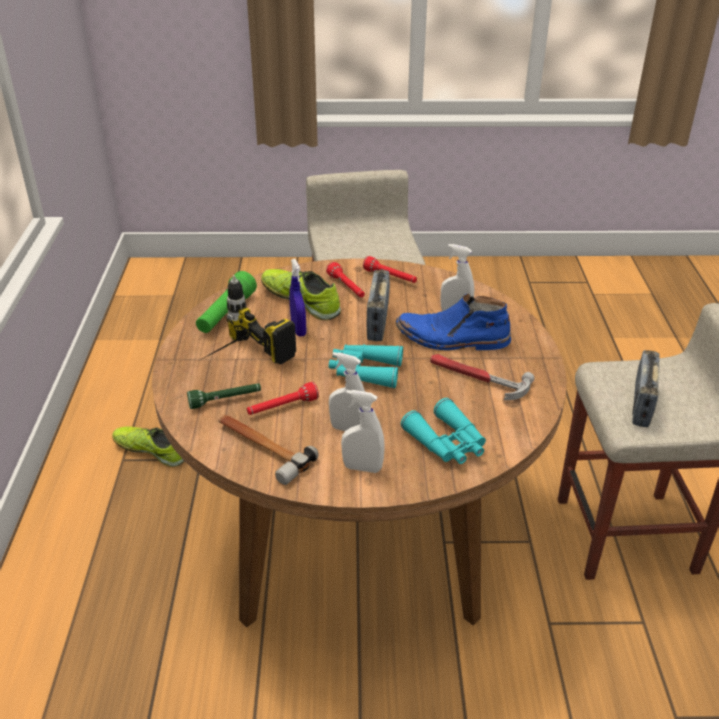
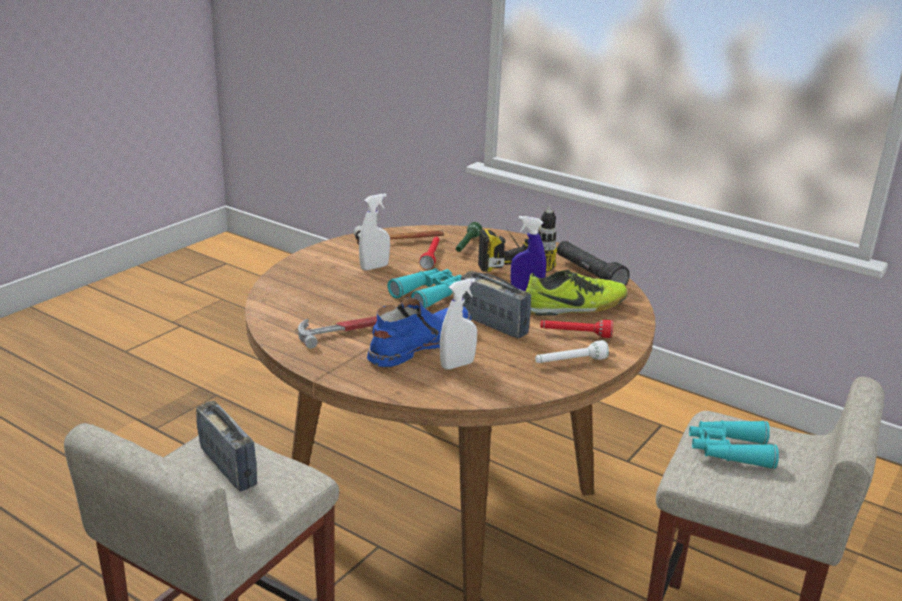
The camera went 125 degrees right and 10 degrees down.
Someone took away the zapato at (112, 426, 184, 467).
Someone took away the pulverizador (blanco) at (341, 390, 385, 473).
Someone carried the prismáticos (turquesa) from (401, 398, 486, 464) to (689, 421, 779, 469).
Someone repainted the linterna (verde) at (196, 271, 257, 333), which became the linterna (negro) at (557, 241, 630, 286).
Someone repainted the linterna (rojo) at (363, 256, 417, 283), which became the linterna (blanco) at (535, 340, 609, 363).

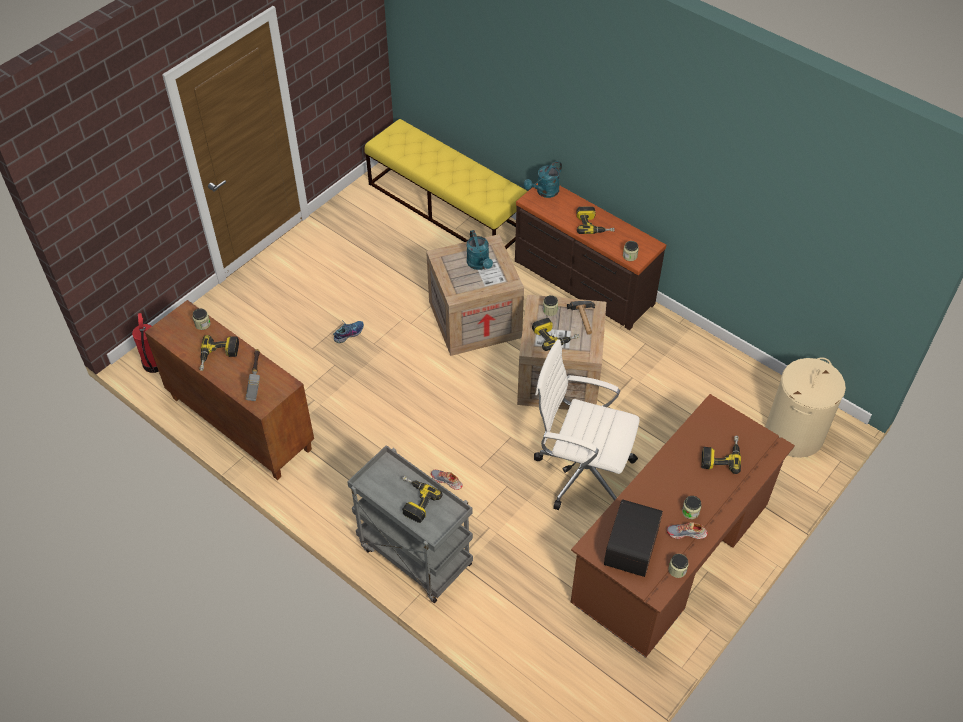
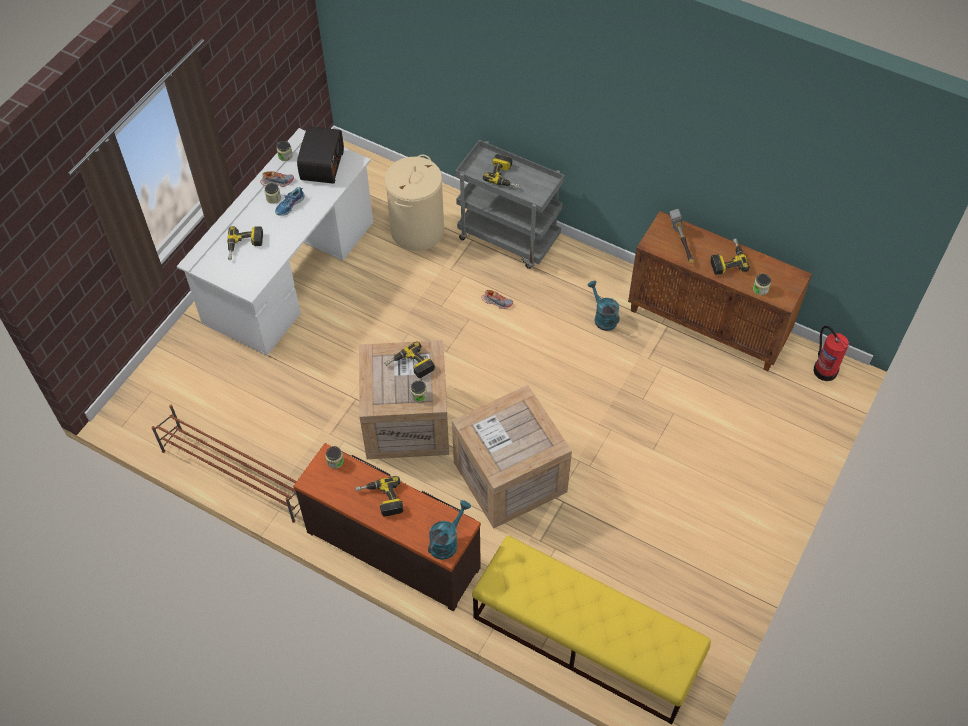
The camera went 170 degrees right and 5 degrees up.
Someone took away the silla de oficina (blanco) at (534, 339, 640, 510).
Someone took away the martillo at (567, 301, 595, 335).
Someone put down the zapatero (marrón) at (152, 405, 300, 523).
Someone carried the zapato from (333, 321, 364, 343) to (275, 187, 305, 216).
Someone carried the regadera (turquesa) from (467, 230, 493, 270) to (587, 281, 620, 331).
Someone carried the cesto de la ropa (beis) from (765, 357, 846, 458) to (385, 155, 444, 251).
Someone repainted the escritorio (marrón) at (571, 394, 795, 658), which became the escritorio (blanco) at (177, 128, 373, 356).

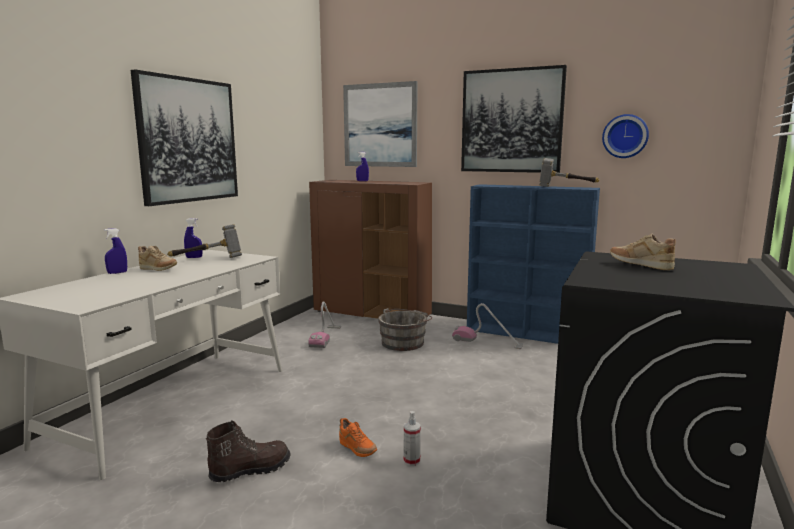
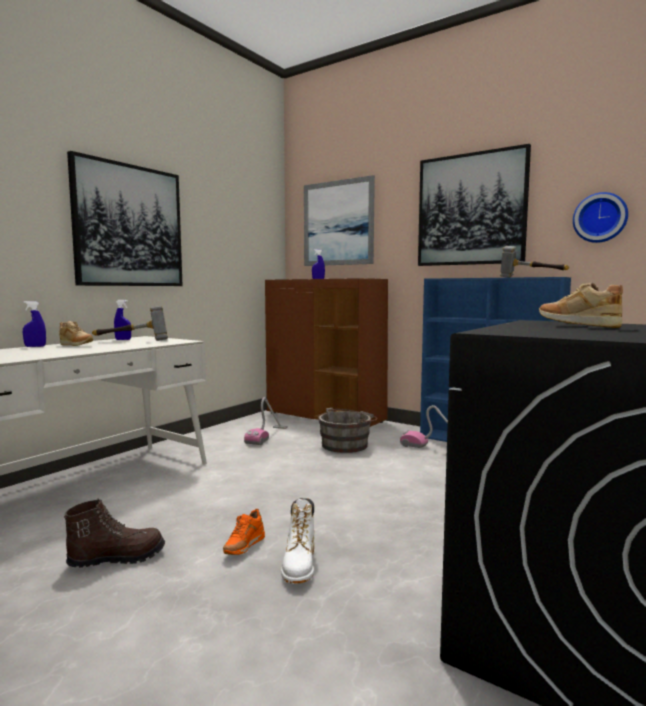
The camera went 10 degrees right and 5 degrees down.
Someone swapped the pulverizador at (404, 411, 421, 466) for the bota (blanco) at (281, 498, 314, 584).
Someone rotated the zapato (naranja) at (339, 418, 377, 457) by 60 degrees clockwise.

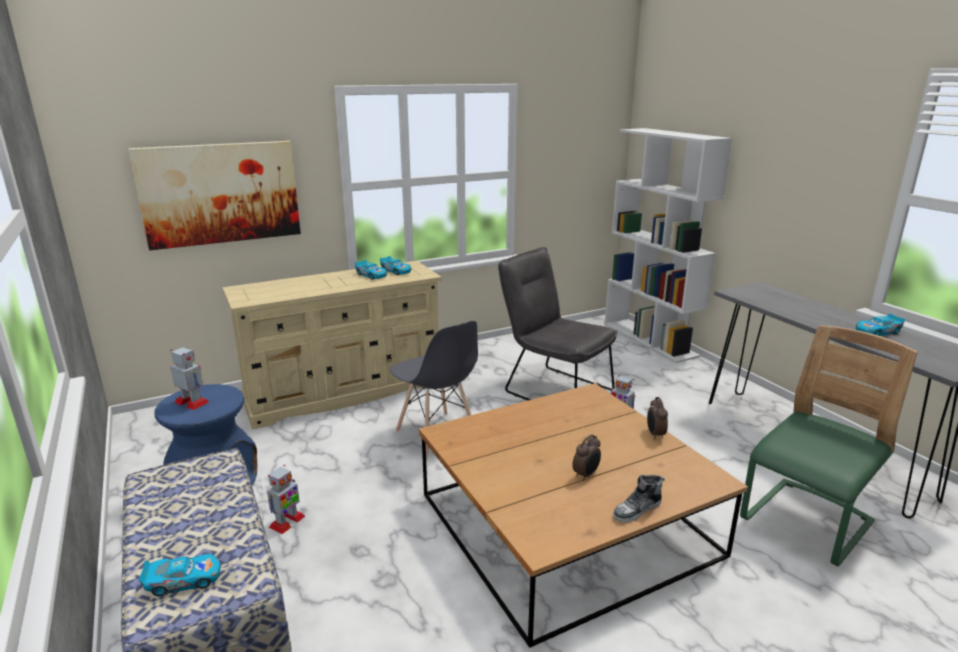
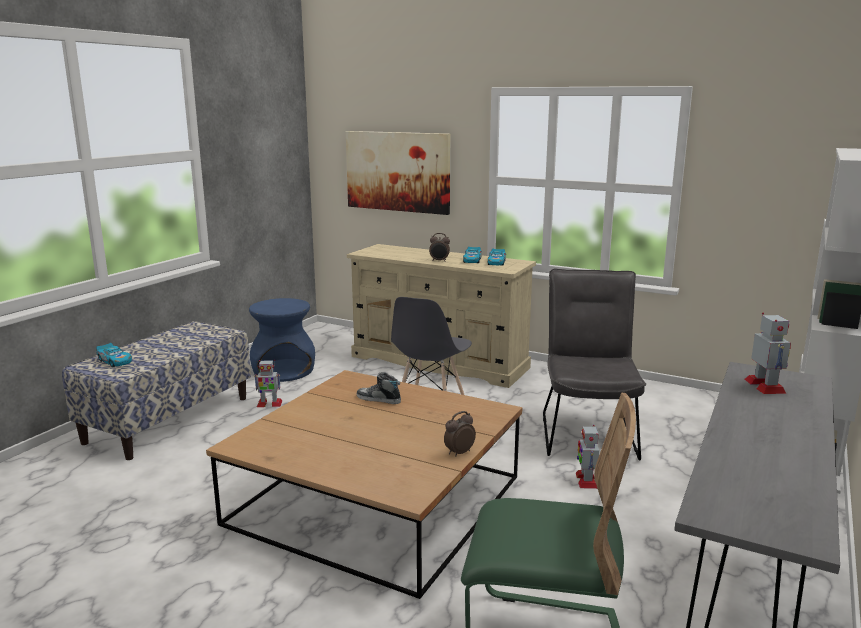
The camera went 55 degrees right and 5 degrees down.
Someone took away the coche de juguete at (856, 314, 905, 336).
Someone carried the robot de juguete from (170, 347, 209, 410) to (745, 312, 791, 394).
Someone carried the despertador from (572, 434, 601, 481) to (429, 233, 450, 262).
Someone carried the zapato from (613, 475, 664, 523) to (357, 372, 401, 404).

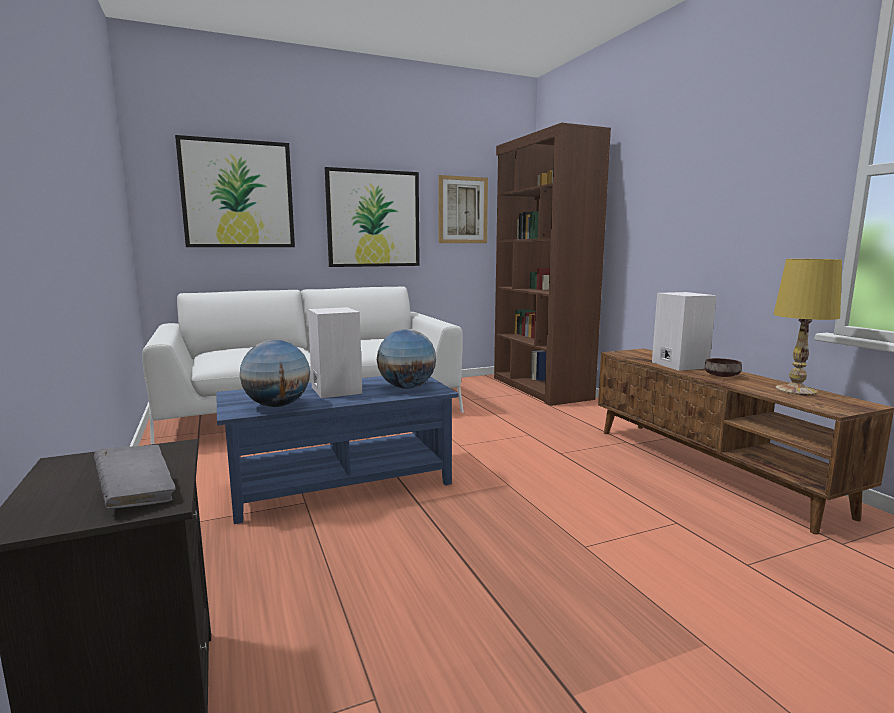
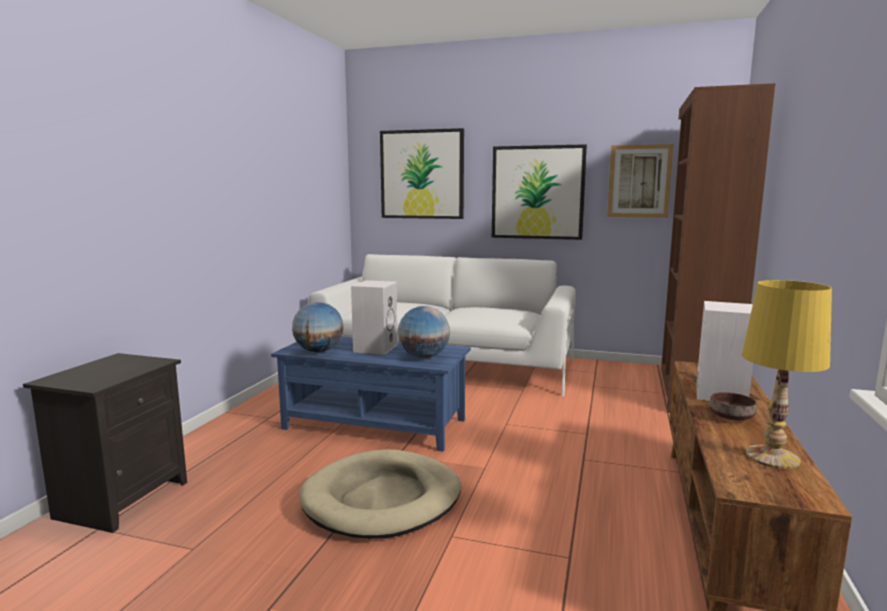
The camera went 40 degrees right and 0 degrees up.
Someone took away the libro (gris) at (94, 445, 176, 509).
Someone put down the cama para perro (beis) at (300, 449, 461, 539).

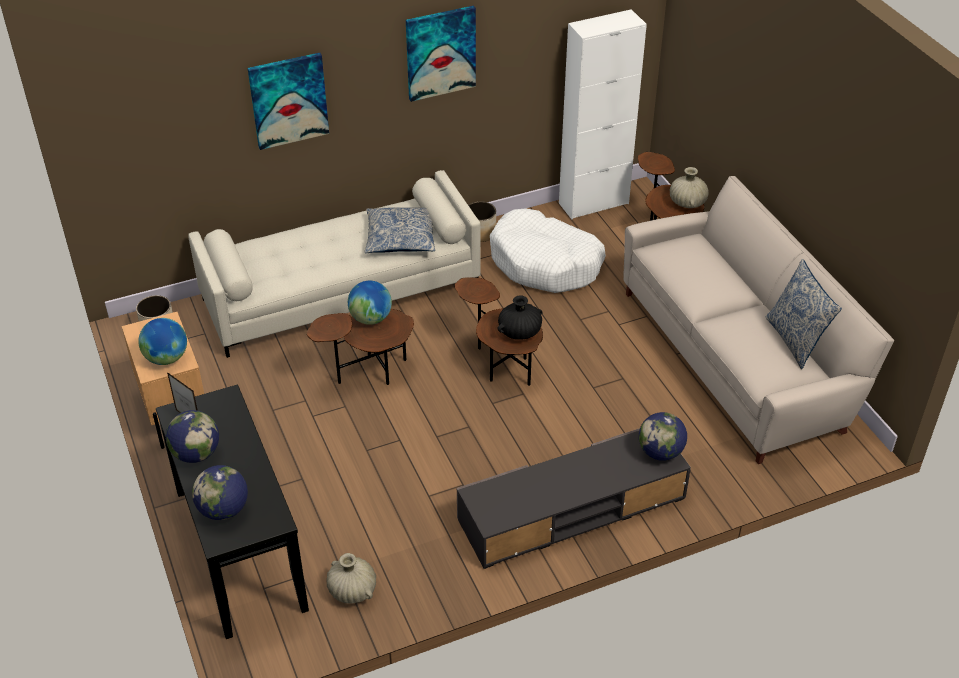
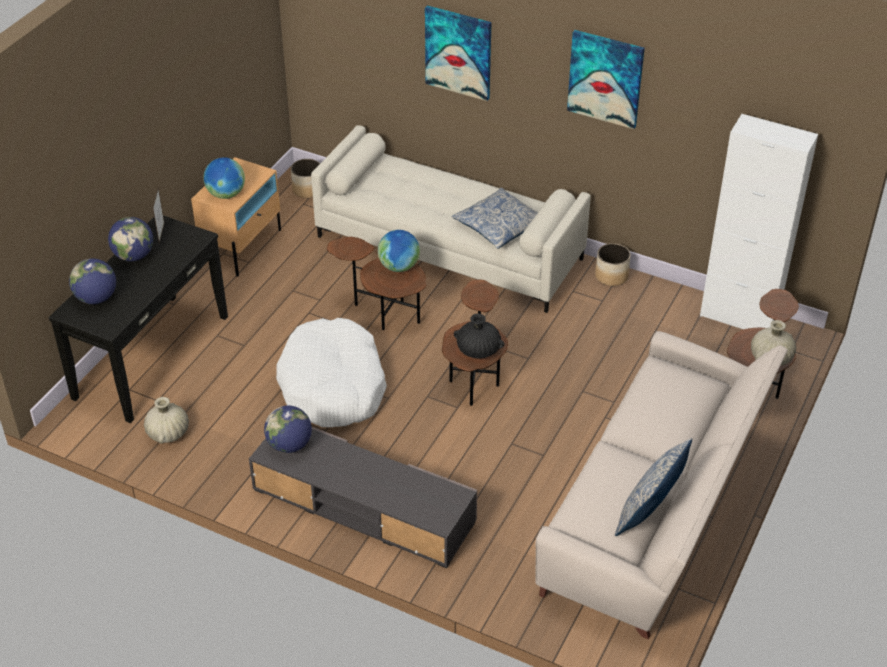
The camera went 50 degrees right and 0 degrees up.
Someone carried the cama para perro (blanco) from (490, 208, 606, 293) to (276, 318, 387, 427).
Someone carried the globo terráqueo from (639, 412, 687, 461) to (264, 405, 312, 453).

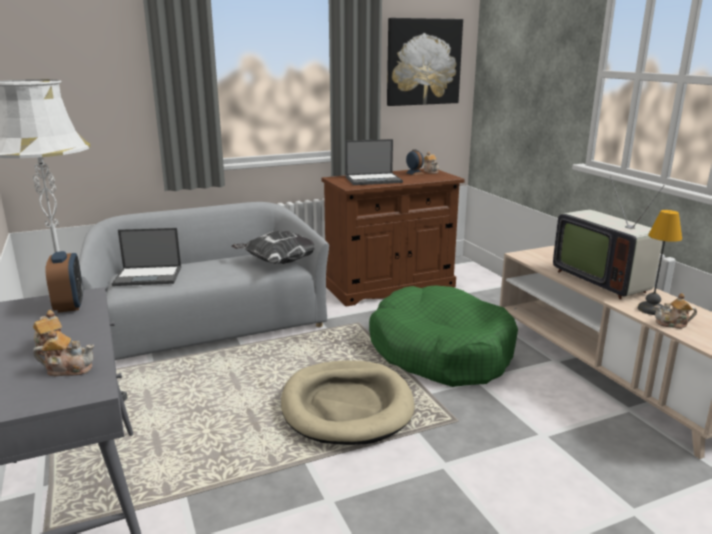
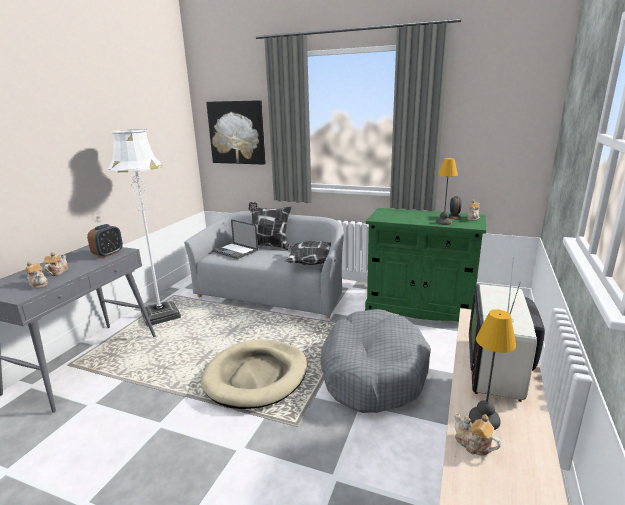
The camera went 45 degrees right and 0 degrees up.
Someone took away the portátil at (345, 139, 403, 185).
Someone put down the cojín at (248, 202, 291, 250).
Someone put down the lámpara de mesa at (436, 158, 458, 225).
Someone carried the cuadro from (387, 18, 463, 106) to (206, 100, 266, 165).
Someone repainted the armario (marrón) at (321, 168, 465, 307), which became the armario (verde) at (365, 208, 486, 322).
Someone repainted the cama para perro (verde) at (369, 285, 518, 387), which became the cama para perro (gris) at (320, 309, 431, 413).

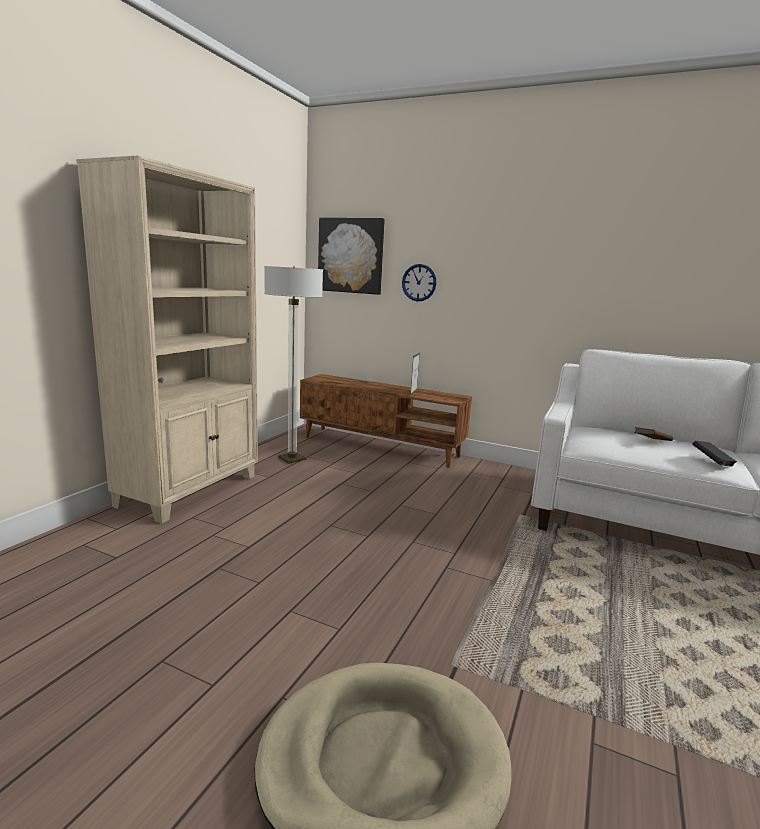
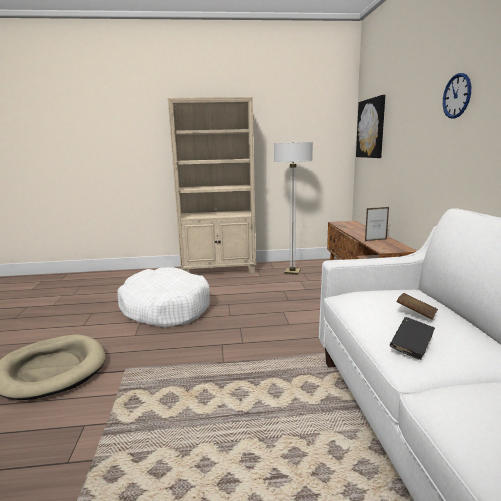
The camera went 60 degrees right and 0 degrees up.
Someone put down the cama para perro (blanco) at (117, 267, 210, 328).
Someone carried the reloj de pared from (402, 264, 436, 302) to (443, 73, 471, 119).

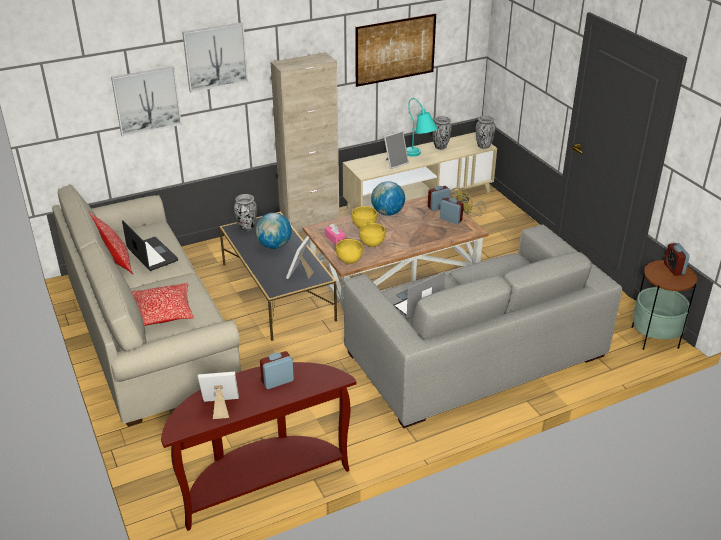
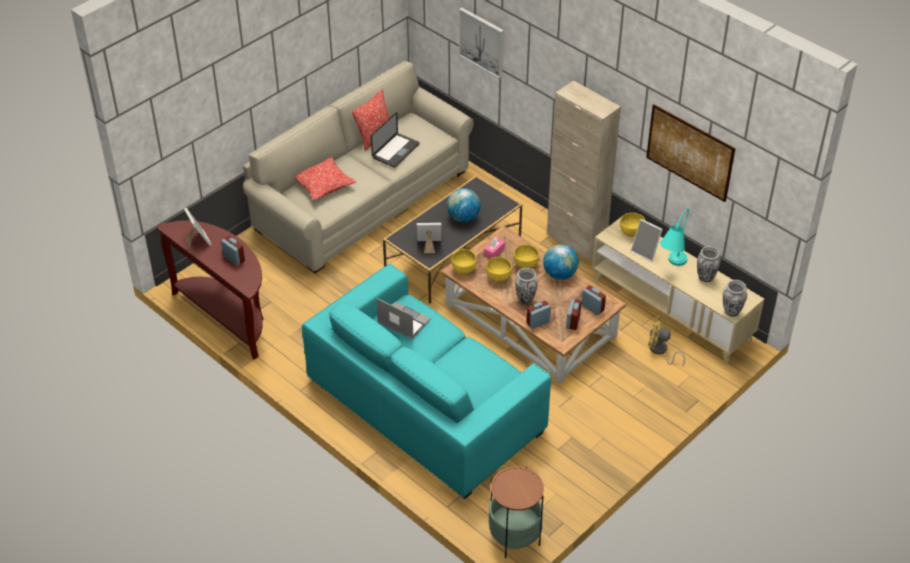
The camera went 70 degrees right and 10 degrees up.
Someone took away the cuadro at (182, 22, 248, 92).
Someone put down the cuenco (amarillo) at (620, 213, 645, 237).
Someone carried the florero from (234, 194, 257, 231) to (515, 268, 538, 304).
Someone carried the despertador from (664, 243, 690, 276) to (526, 301, 551, 329).
Someone repainted the sofá (gris) at (343, 225, 622, 428), which became the sofá (turquesa) at (302, 264, 551, 499).

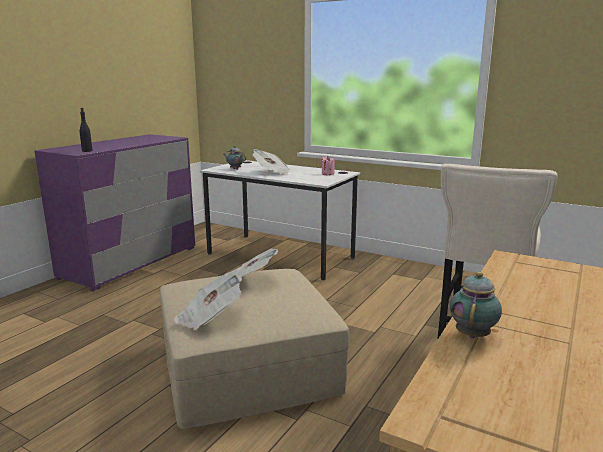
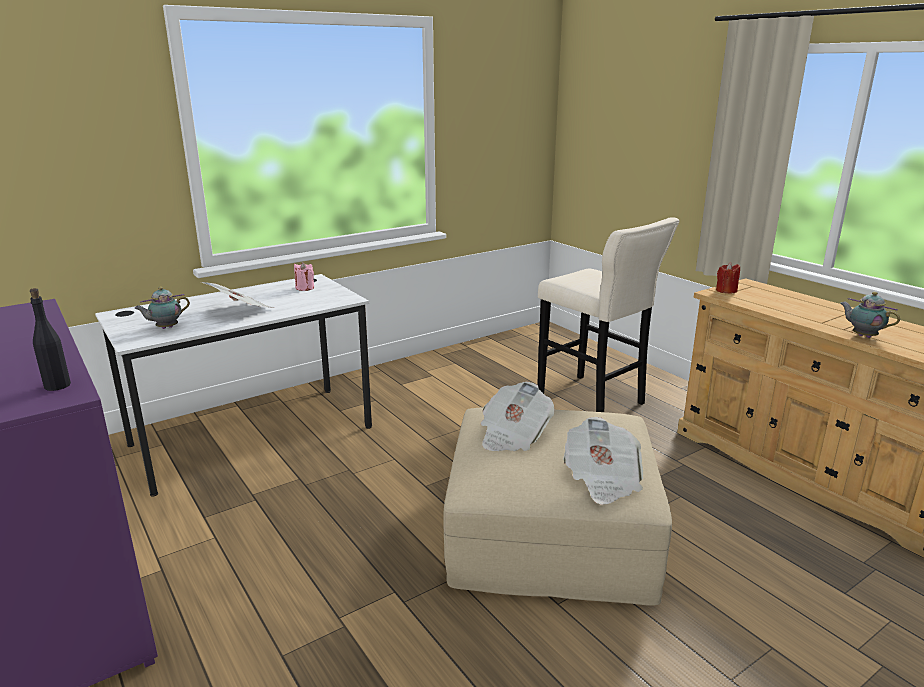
The camera went 65 degrees left and 5 degrees up.
Someone put down the vela (rojo) at (716, 262, 740, 293).

